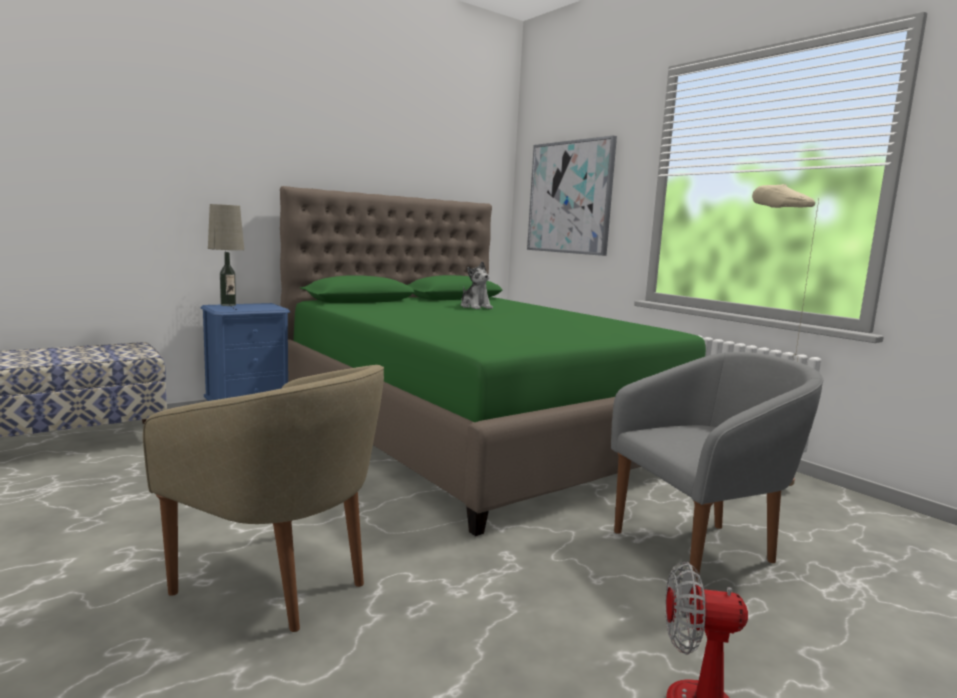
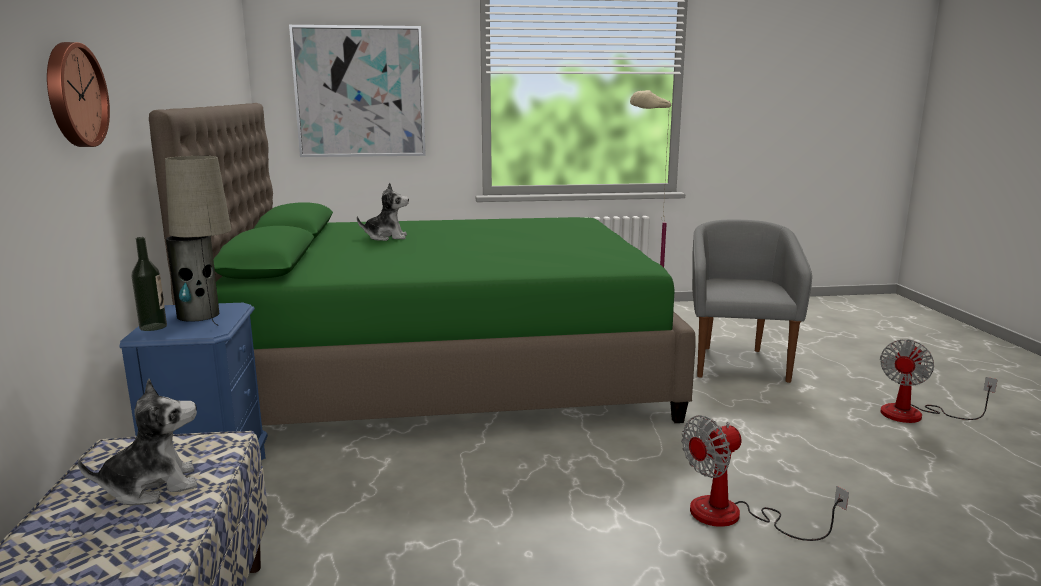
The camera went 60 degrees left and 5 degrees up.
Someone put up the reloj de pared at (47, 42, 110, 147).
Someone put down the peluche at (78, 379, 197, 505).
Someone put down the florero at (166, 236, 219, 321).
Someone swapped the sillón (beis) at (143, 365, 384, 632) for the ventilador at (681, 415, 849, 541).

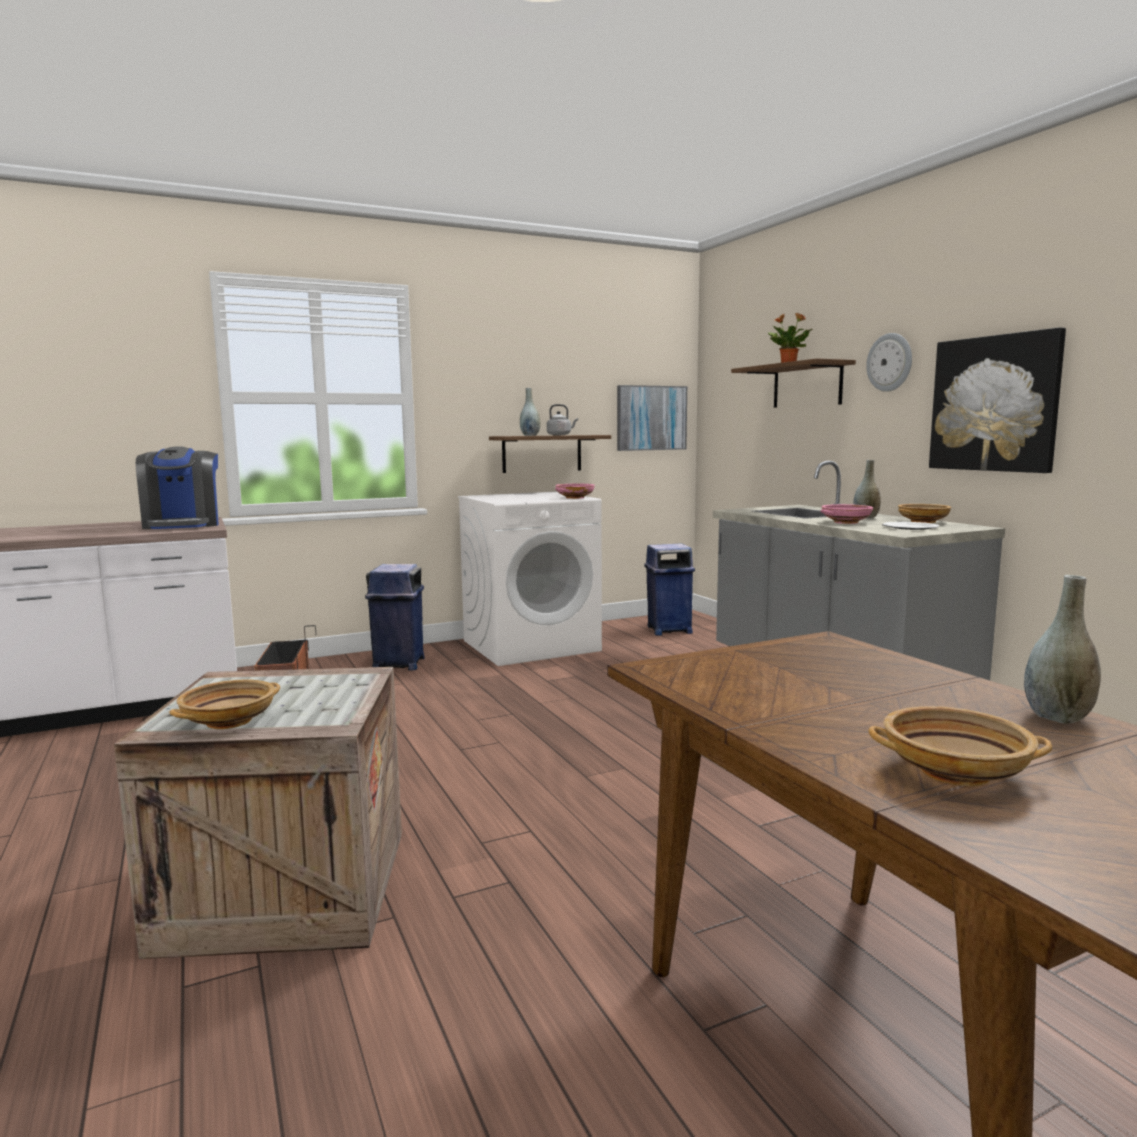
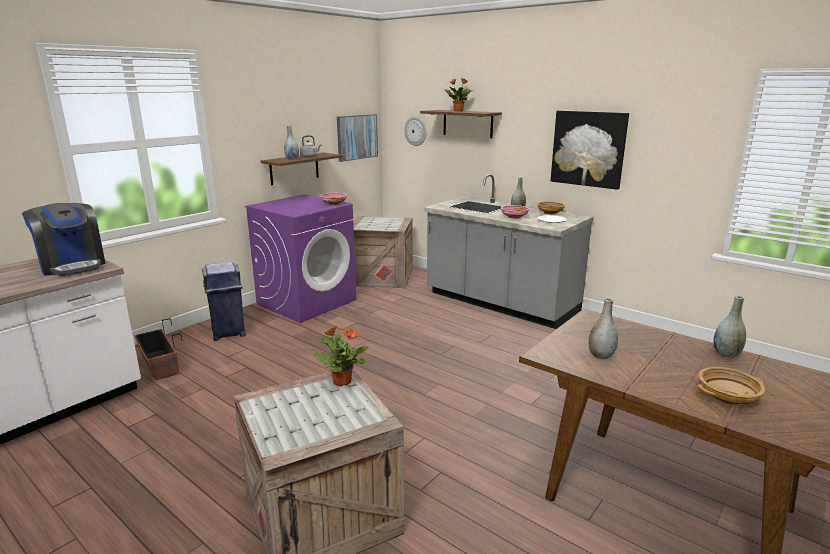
The camera went 25 degrees left and 10 degrees up.
Someone took away the cuenco (beis) at (169, 680, 280, 729).
Someone put down the planta en maceta at (313, 325, 369, 387).
Someone put down the florero (gris) at (589, 298, 618, 359).
Someone carried the reloj de pared from (866, 333, 912, 392) to (404, 117, 427, 146).
Someone swapped the papelera (azul) at (644, 543, 695, 636) for the caja de embalaje at (353, 216, 413, 288).
Someone repainted the lavadora (blanco) at (458, 492, 602, 666), which became the lavadora (morado) at (245, 194, 356, 323).

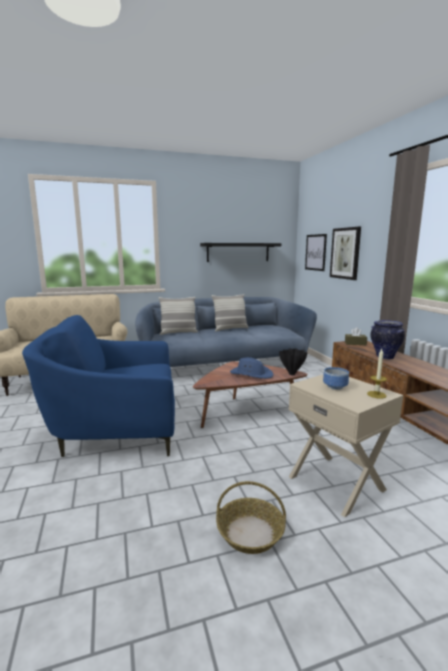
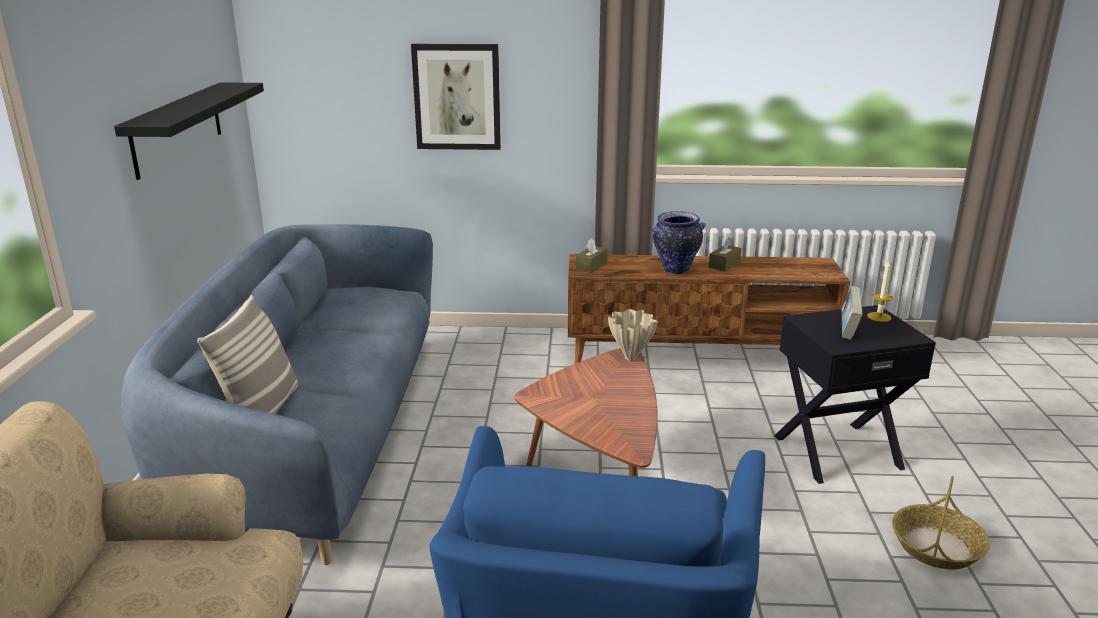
The camera went 70 degrees left and 10 degrees up.
Someone took away the cojín at (212, 294, 249, 331).
Someone took away the sombrero (azul) at (230, 357, 273, 379).
Someone took away the cuadro at (305, 234, 327, 271).
Someone put down the caja de pañuelos (marrón) at (709, 237, 742, 271).
Someone swapped the cuenco at (323, 367, 349, 390) for the libro at (842, 286, 863, 340).
Someone repainted the florero (negro) at (279, 348, 307, 375), which became the florero (beis) at (608, 309, 658, 361).
Someone repainted the mesa auxiliar (beis) at (289, 374, 403, 517), which became the mesa auxiliar (negro) at (774, 305, 936, 484).

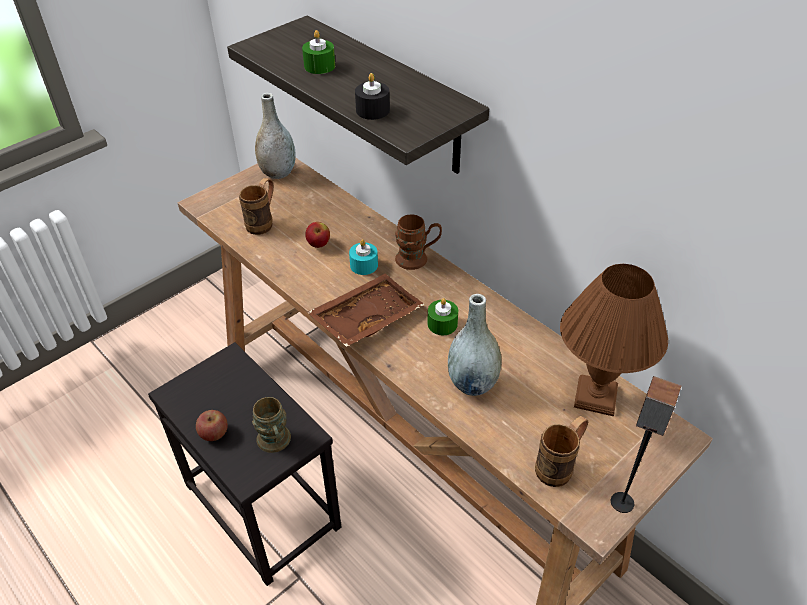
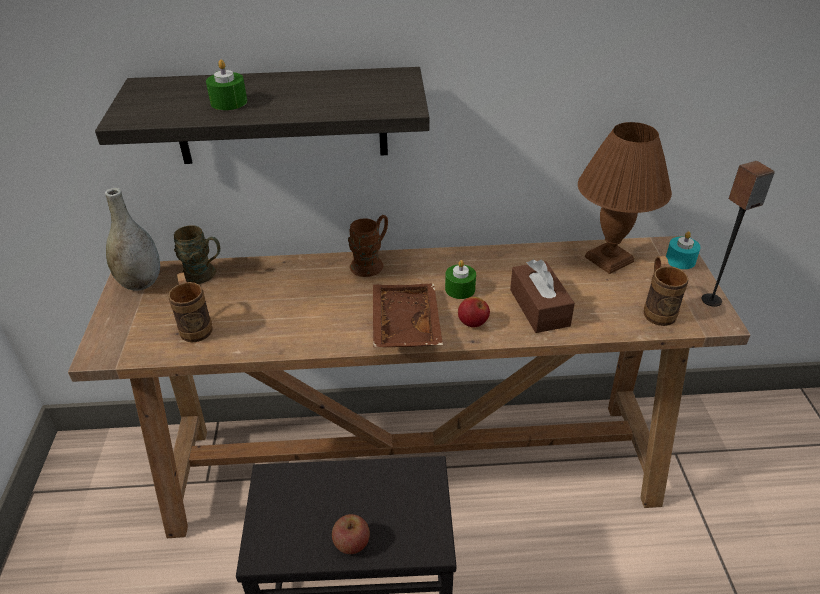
The camera went 50 degrees left and 5 degrees down.
Someone took away the vela (negro) at (355, 73, 390, 120).
Someone carried the taza grande (marrón) from (252, 397, 291, 453) to (174, 225, 220, 284).
Someone carried the manzana from (305, 222, 330, 248) to (458, 297, 490, 328).
Someone carried the vela (turquesa) from (349, 240, 378, 275) to (666, 231, 700, 269).
Someone swapped the florero (gris) at (448, 294, 502, 396) for the caja de pañuelos (marrón) at (510, 260, 575, 333).

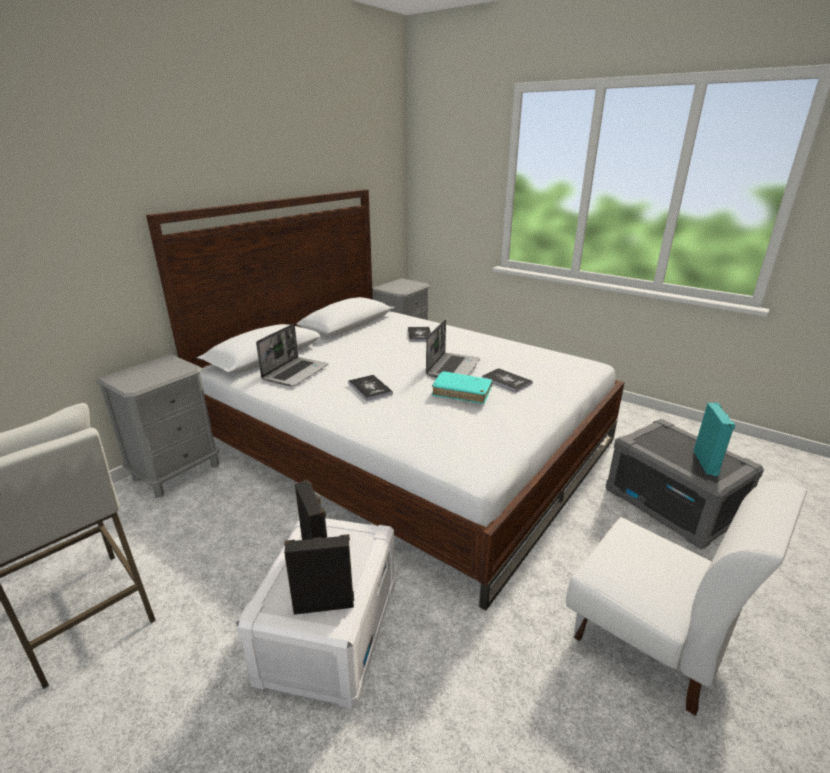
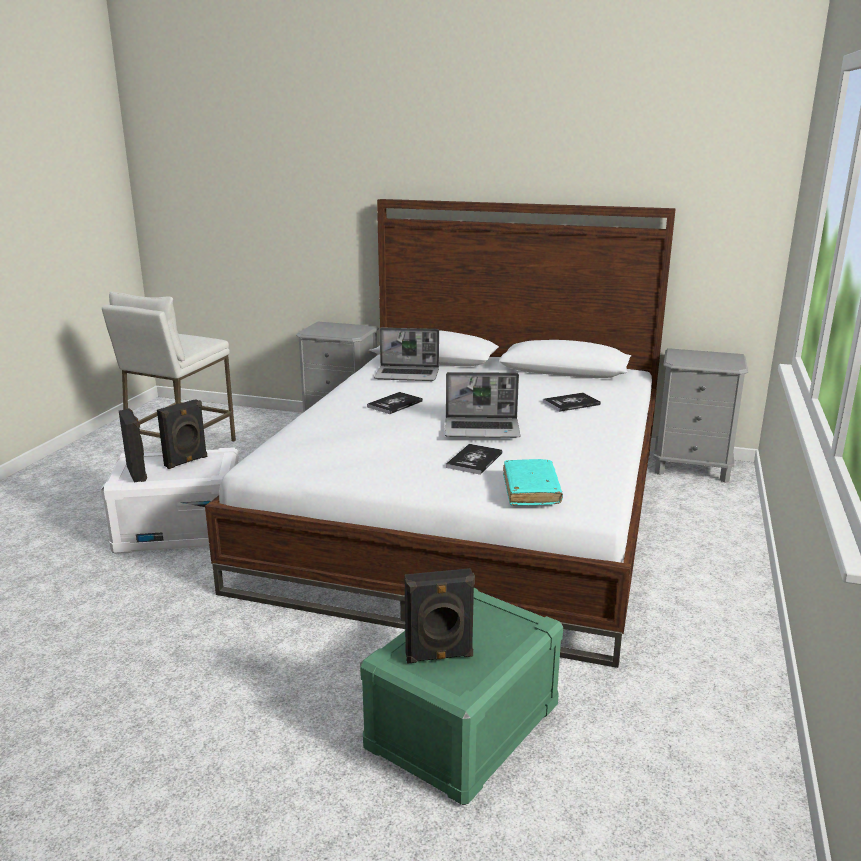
The camera went 70 degrees right and 5 degrees down.
Someone took away the silla (blanco) at (566, 481, 807, 716).
Someone carried the libro (turquesa) from (432, 371, 492, 404) to (503, 459, 563, 506).
Someone repainted the caja de almacenaje (gris) at (606, 419, 764, 549), which became the caja de almacenaje (verde) at (360, 588, 563, 805).
Someone repainted the altavoz (turquesa) at (694, 403, 735, 476), which became the altavoz (negro) at (405, 568, 475, 664).

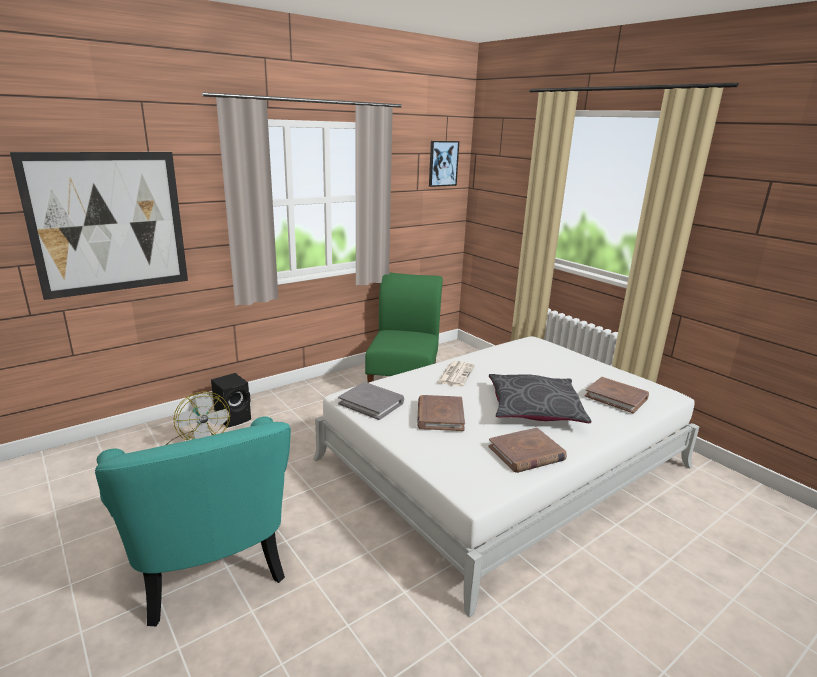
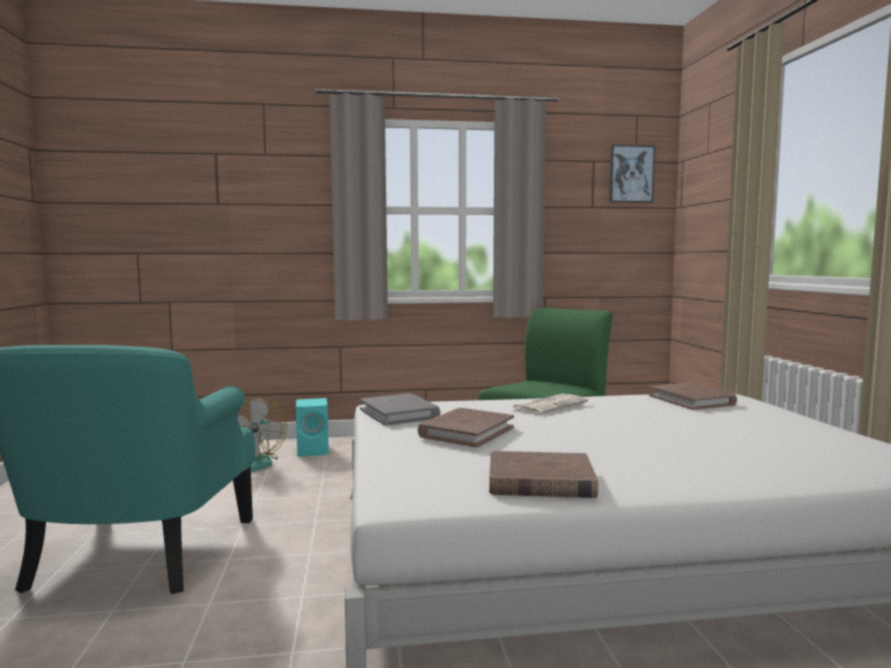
The camera went 30 degrees right and 15 degrees down.
Someone took away the cuadro at (10, 152, 188, 300).
Someone took away the cojín (gris) at (489, 374, 591, 423).
Someone carried the libro (marrón) from (585, 377, 649, 414) to (649, 383, 737, 410).
Someone repainted the altavoz (negro) at (211, 373, 251, 428), which became the altavoz (turquesa) at (296, 398, 329, 456).

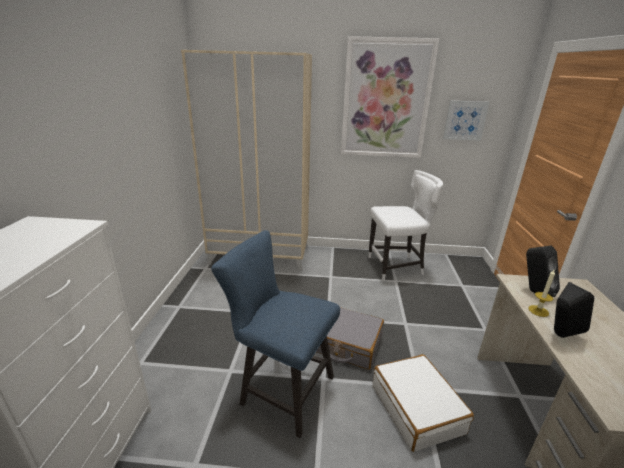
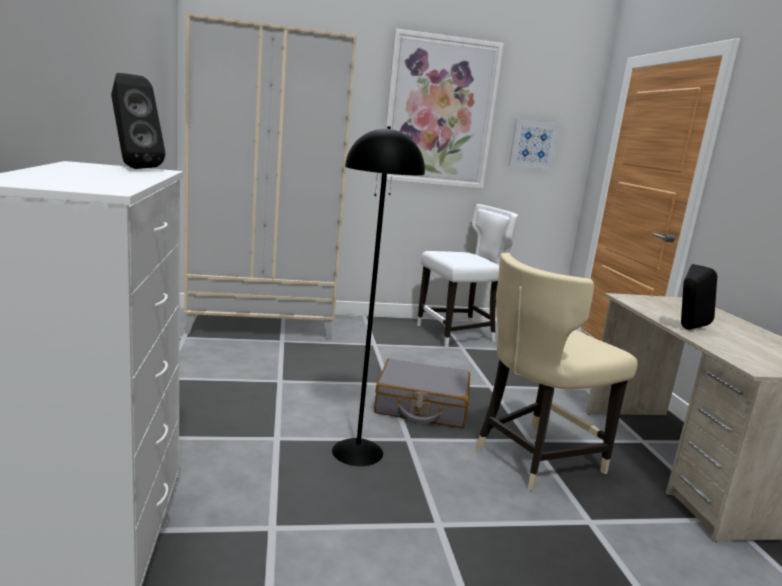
The camera went 15 degrees left and 10 degrees down.
Someone took away the vela at (528, 270, 555, 317).
Someone carried the altavoz (negro) from (526, 246, 560, 297) to (111, 73, 165, 169).
Someone swapped the silla (azul) at (211, 230, 340, 438) for the lámpara de pie (negro) at (332, 126, 425, 466).
Someone swapped the maleta (blanco) at (373, 354, 474, 452) for the silla (beis) at (475, 253, 638, 491).

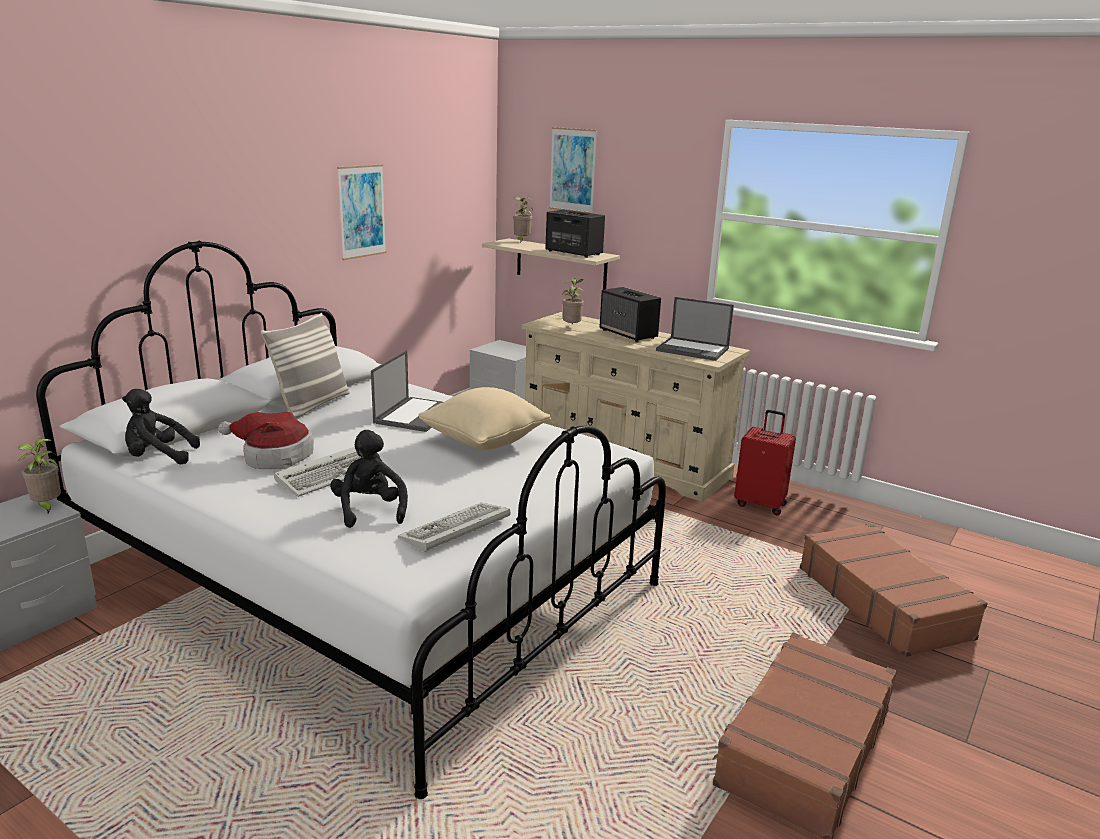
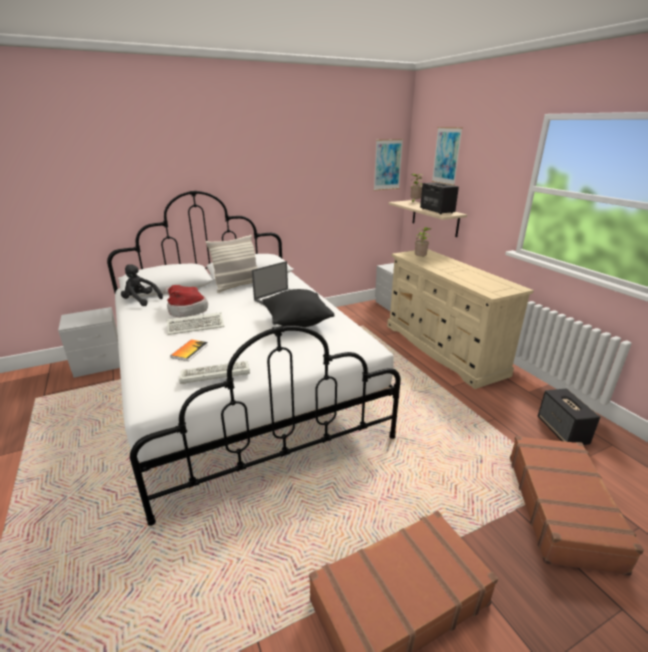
The camera went 30 degrees right and 5 degrees up.
Someone took away the planta en maceta at (18, 438, 61, 513).
Someone took away the portátil at (656, 297, 734, 361).
Someone took away the maleta (rojo) at (734, 410, 796, 515).
Someone carried the cuadro from (337, 164, 386, 260) to (373, 139, 403, 191).
Someone carried the altavoz from (600, 287, 661, 342) to (538, 388, 600, 445).
Someone swapped the peluche (negro) at (330, 430, 408, 528) for the libro at (170, 339, 208, 361).
Someone repainted the cojín (beis) at (418, 387, 551, 450), which became the cojín (negro) at (262, 289, 335, 327).

